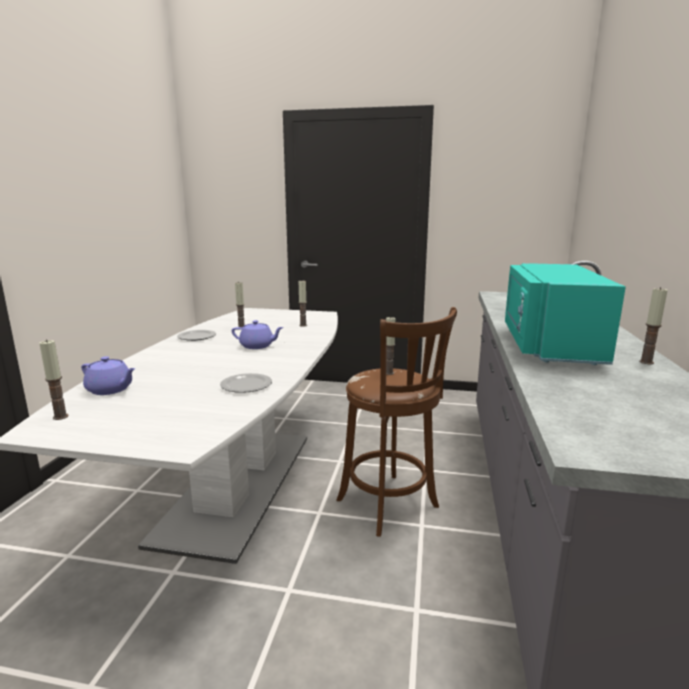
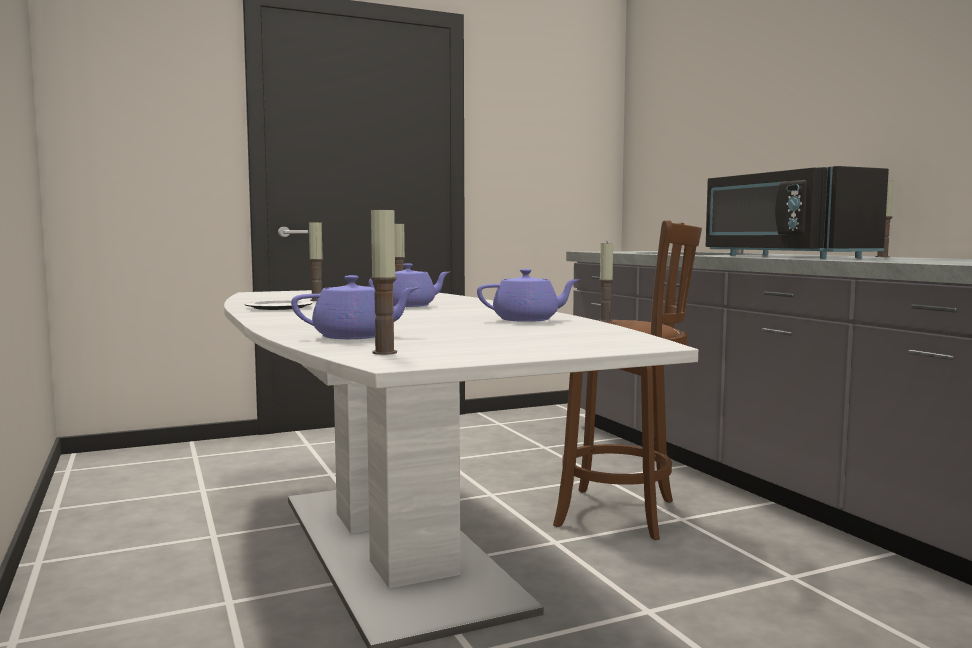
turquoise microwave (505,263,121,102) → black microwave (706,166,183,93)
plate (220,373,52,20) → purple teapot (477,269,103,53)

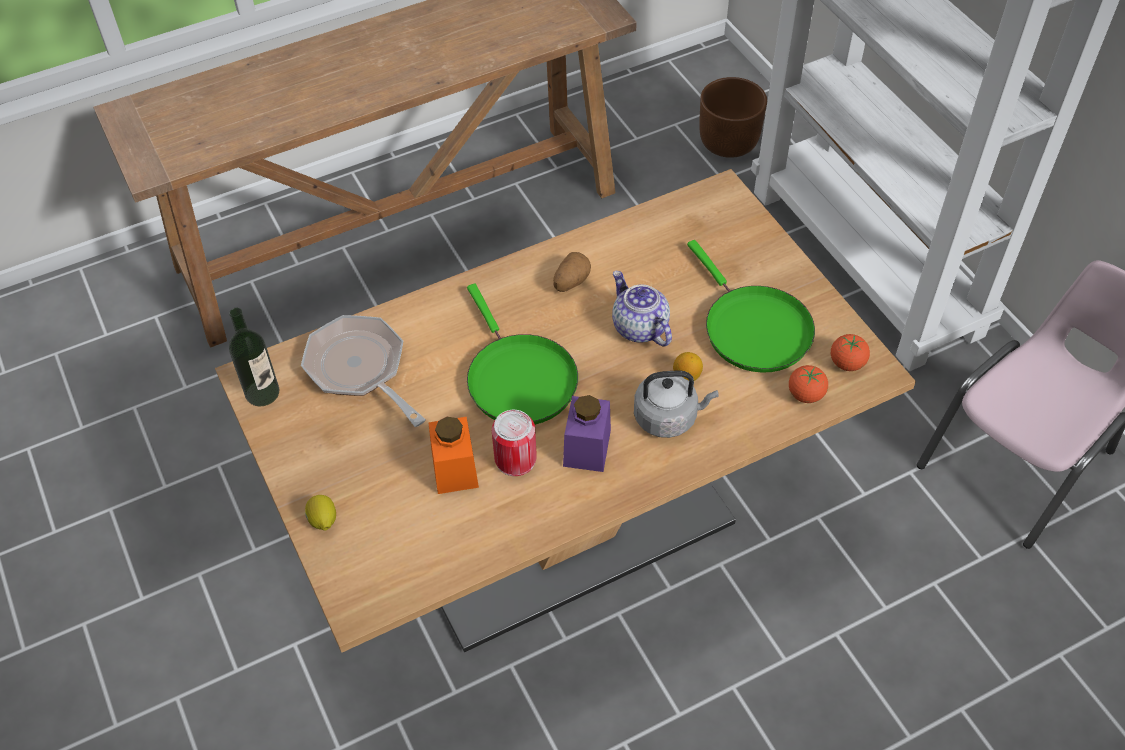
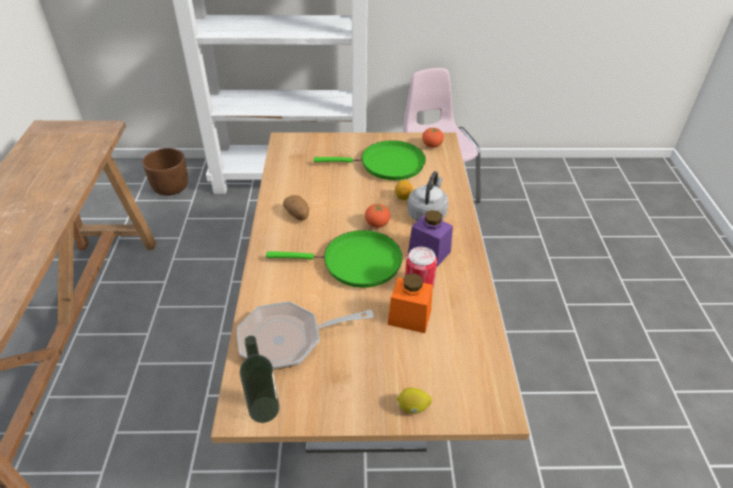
teapot (612,271,60,76) → -
tomato (789,365,39,38) → tomato (365,204,25,24), moved

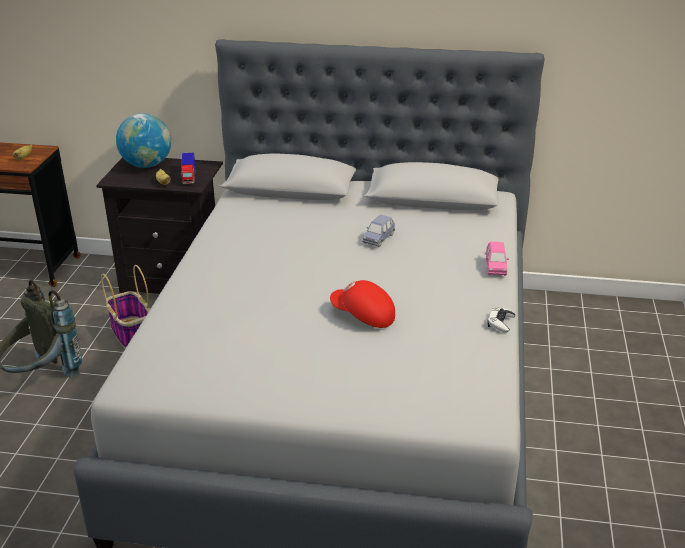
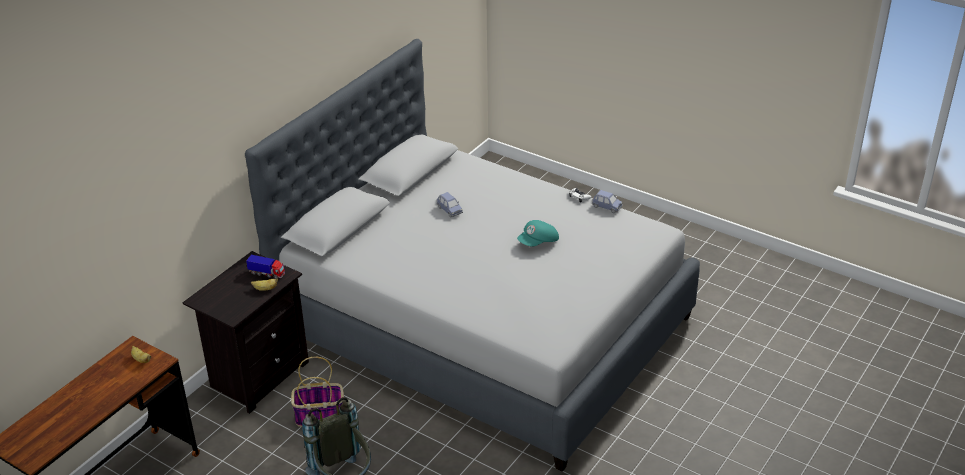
globe (116,113,55,55) → -
pink toy car (486,242,23,34) → -
red cap (330,280,65,48) → turquoise cap (517,220,42,27)
- → blue toy car (592,190,31,23)

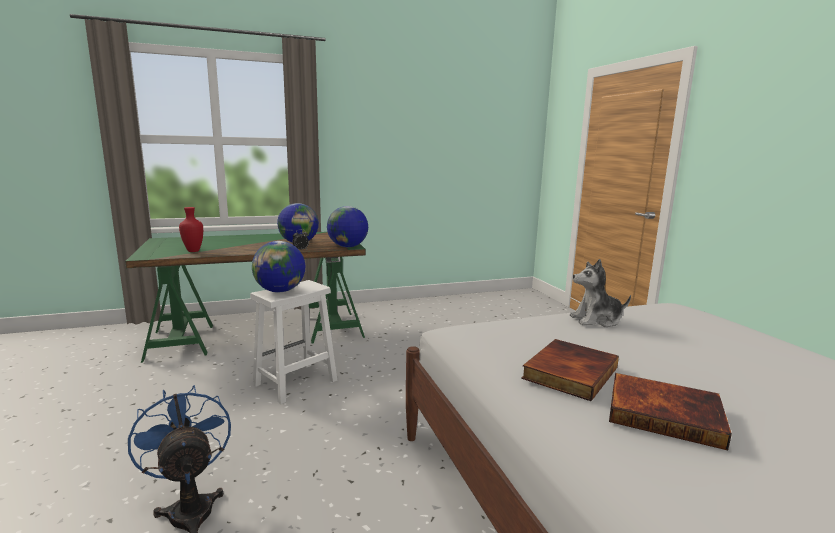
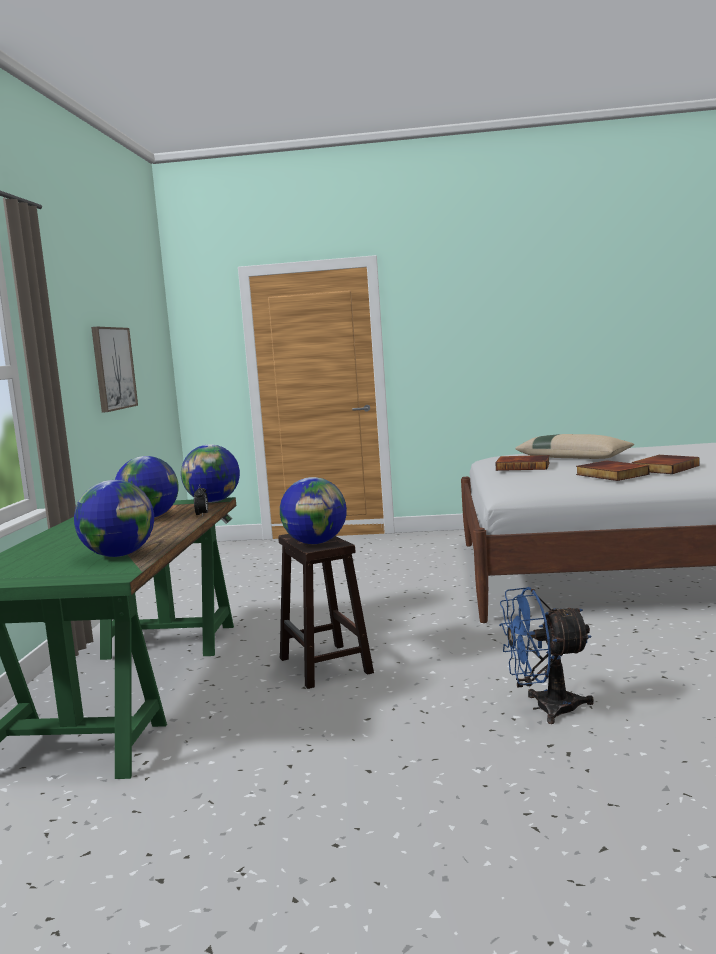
red vase (179,207,24,45) → globe (74,480,80,77)
plush toy (570,259,61,68) → book (495,455,55,16)
white stool (250,280,87,124) → brown stool (278,534,96,155)
- → picture (91,327,47,86)
- → beige pillow (515,434,119,25)

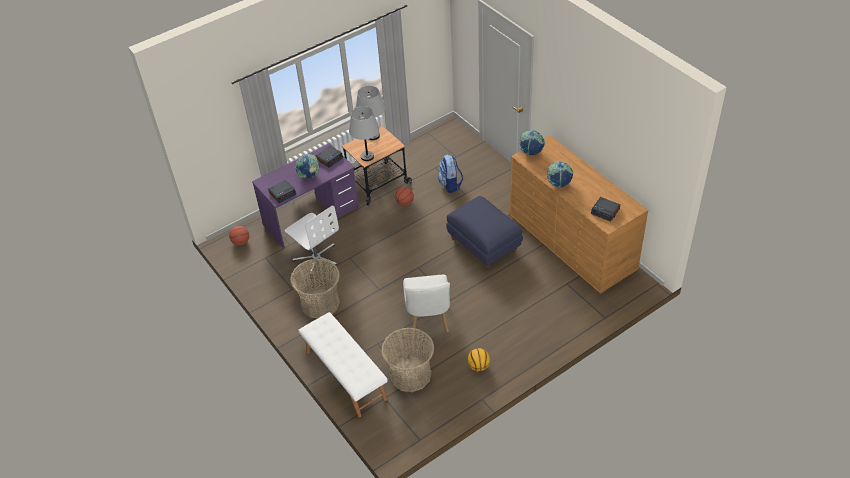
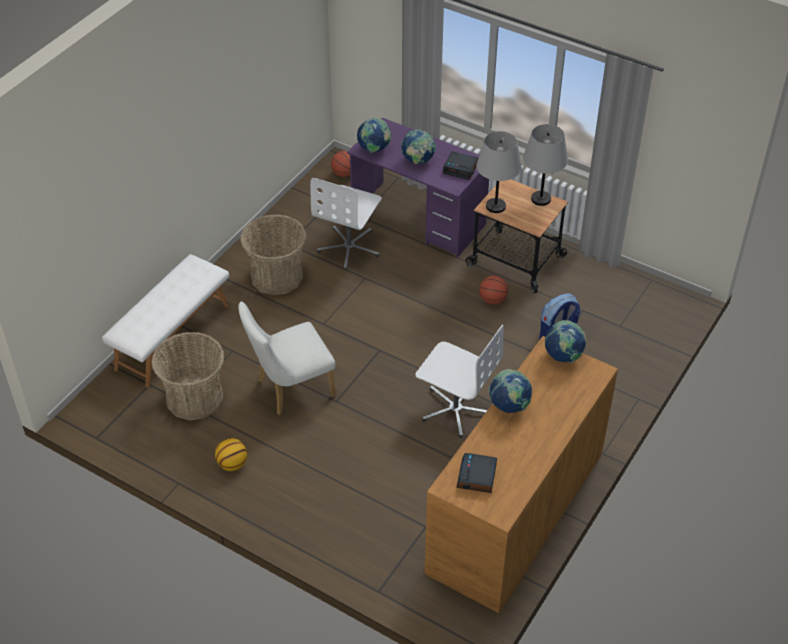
alarm clock (268,180,28,23) → globe (357,118,34,35)
blue ottoman (446,196,77,73) → white office chair (415,325,88,113)

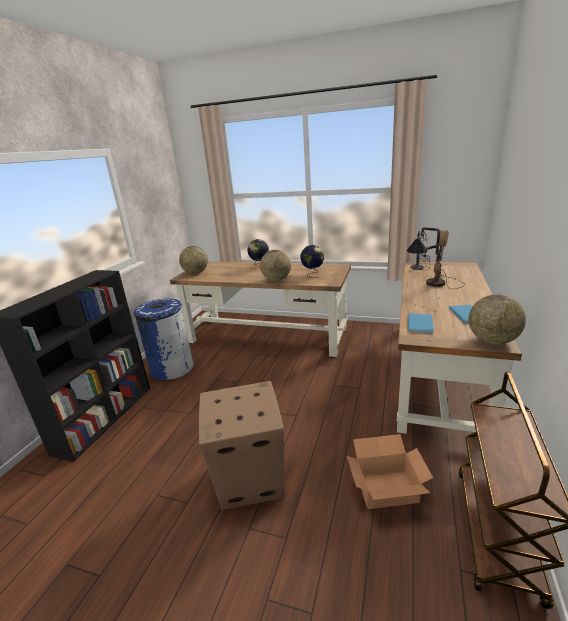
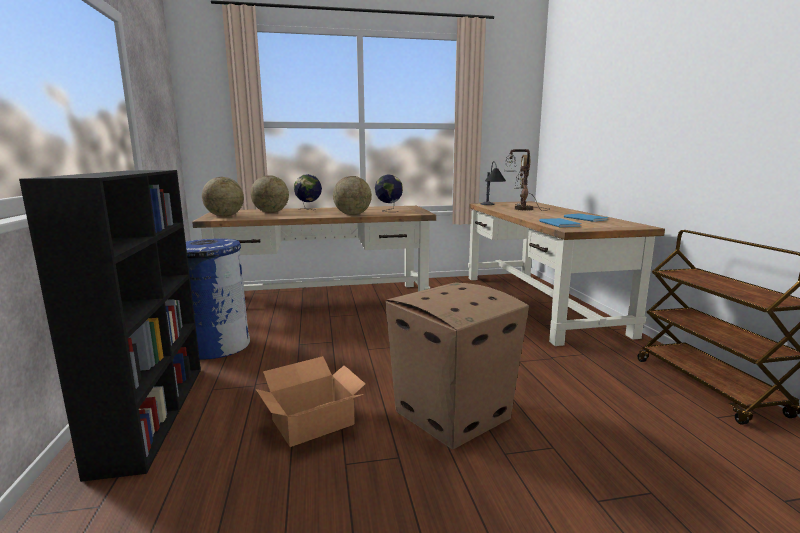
globe (469,294,57,50) → globe (250,175,39,38), moved
cardboard box (347,434,86,75) → cardboard box (256,356,109,91), moved

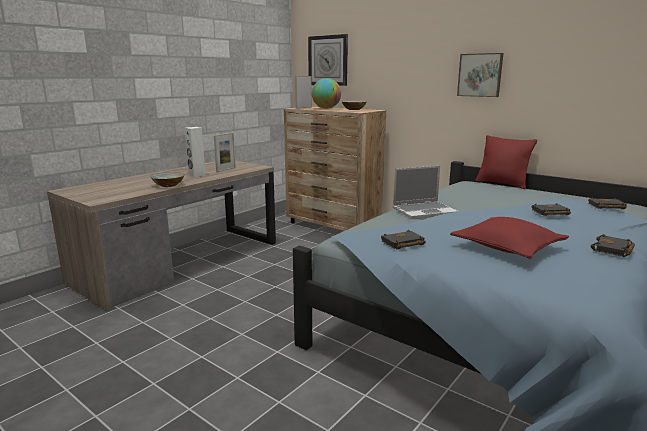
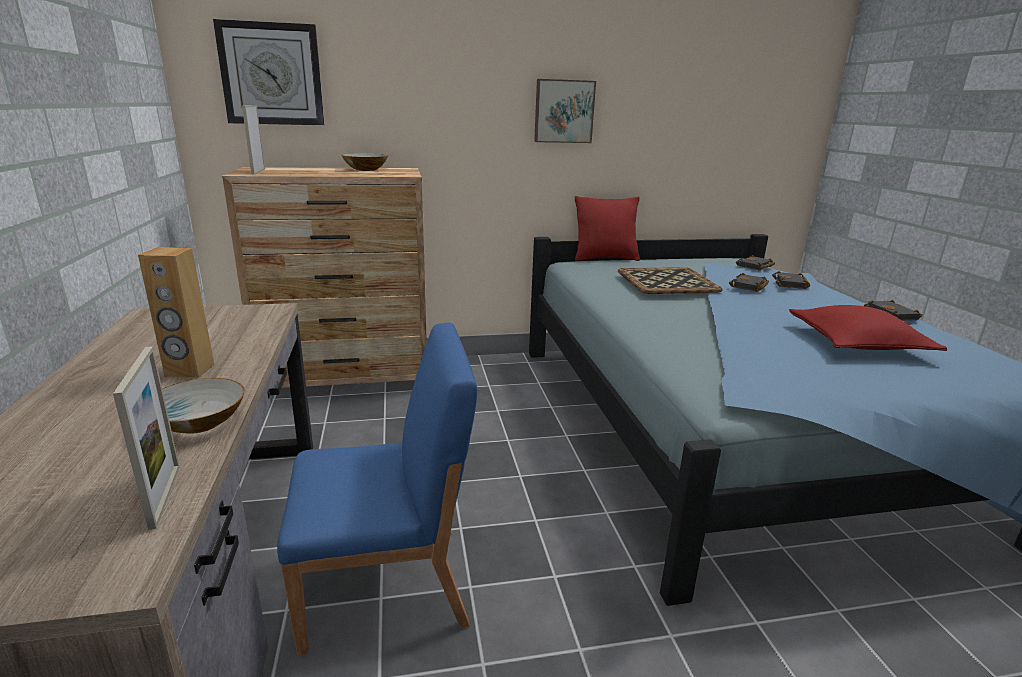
globe (312,78,29,31) → -
white speaker (185,127,21,50) → brown speaker (138,247,76,131)
picture frame (214,133,22,39) → picture frame (113,346,67,184), moved
laptop (393,166,65,53) → -
black book (381,230,45,20) → black book (772,271,38,18), moved
- → tray (618,267,105,27)
- → blue chair (277,322,200,333)

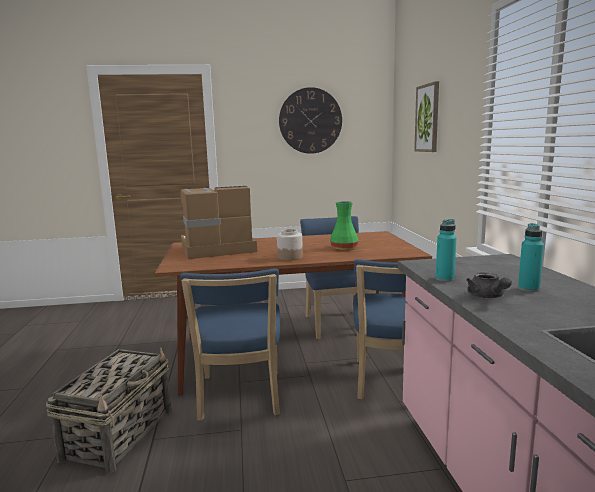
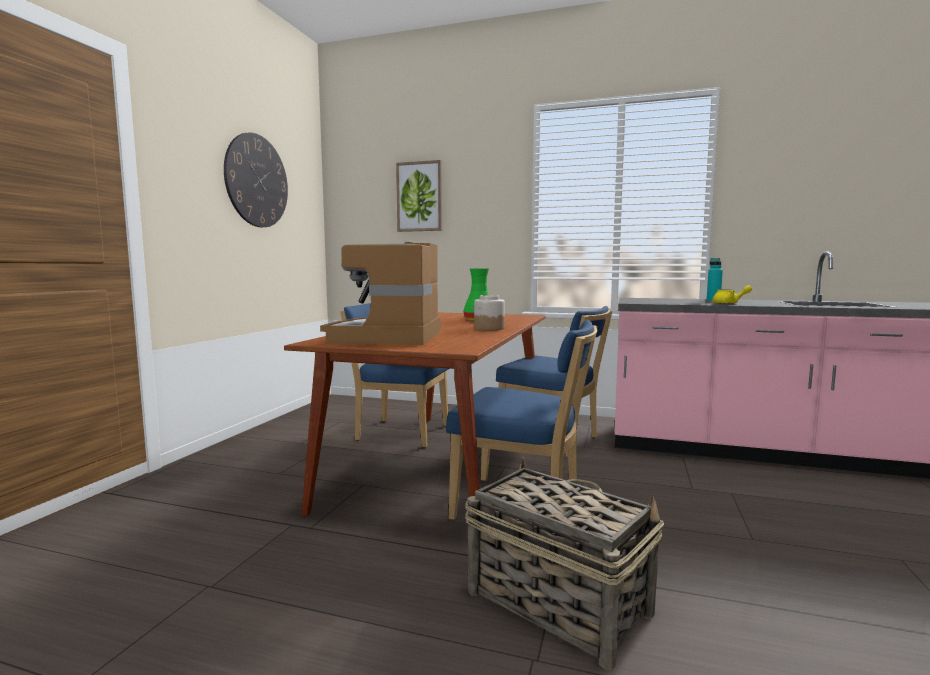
turquoise bottle (436,219,20,63) → -
grey teapot (466,272,46,26) → yellow teapot (713,285,39,19)

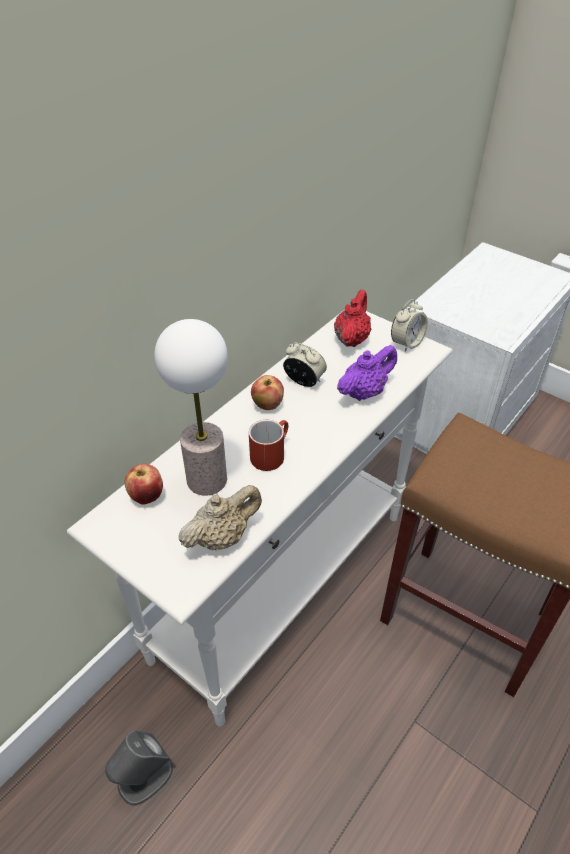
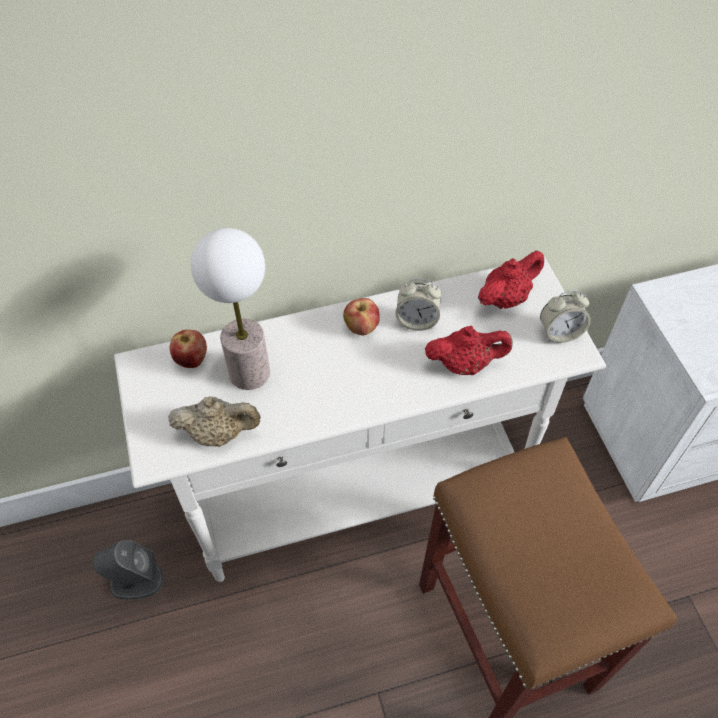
alarm clock (283,342,44,45) → alarm clock (395,279,47,52), 120 degrees clockwise
purple teapot (337,345,60,56) → red teapot (425,326,88,49)
red mug (249,420,39,51) → -

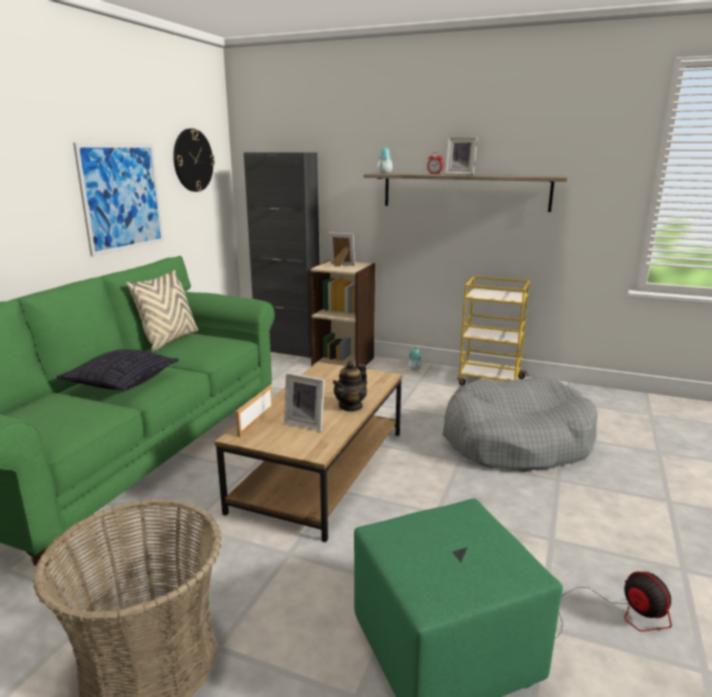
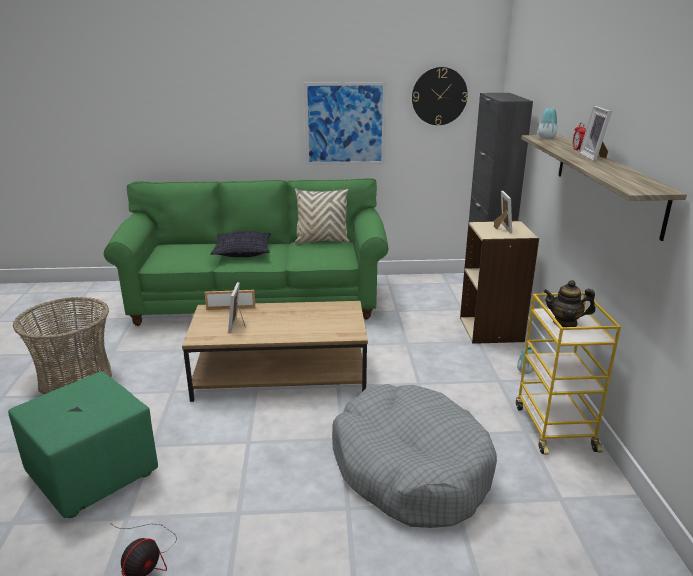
teapot (333,361,34,51) → teapot (543,280,53,47), moved

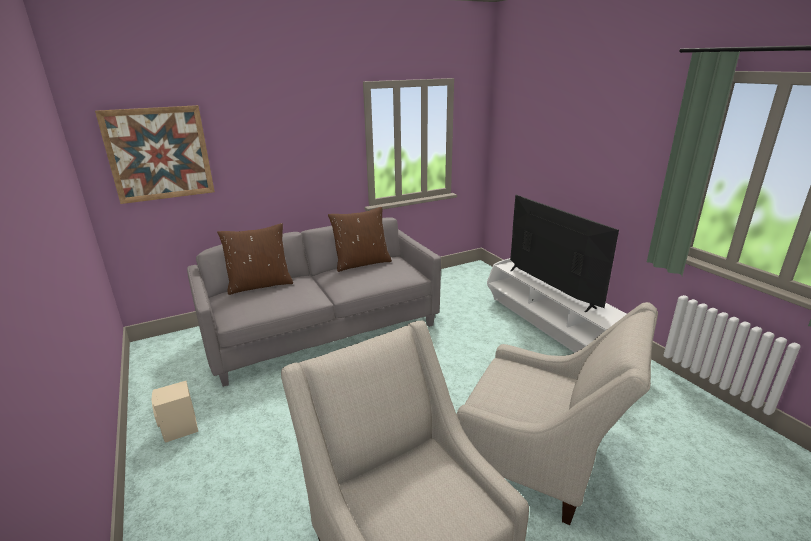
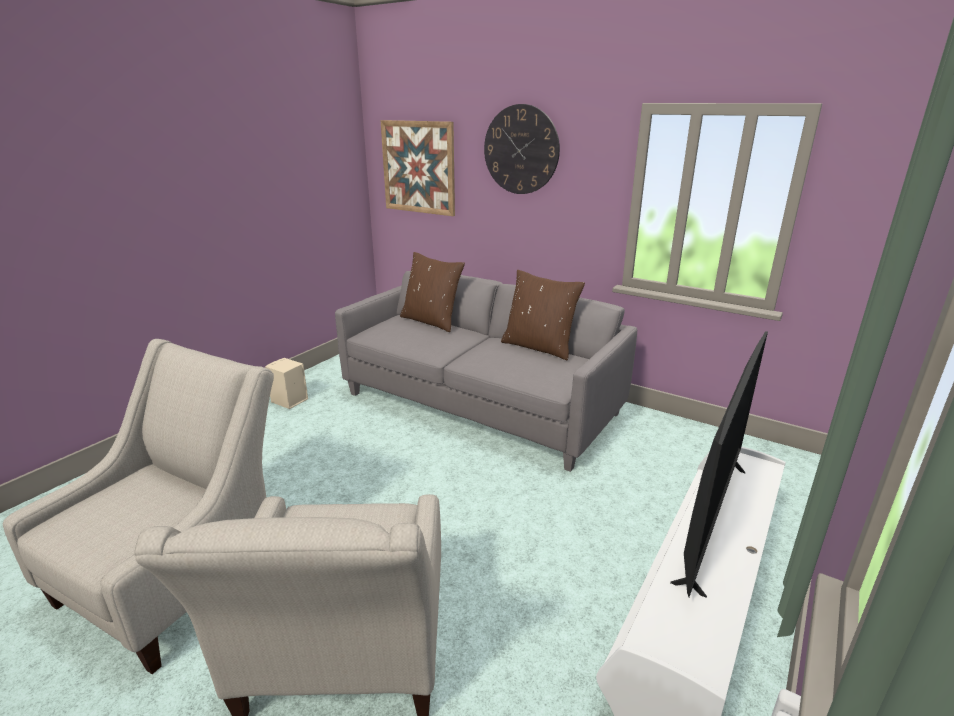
- → wall clock (484,104,76,90)

